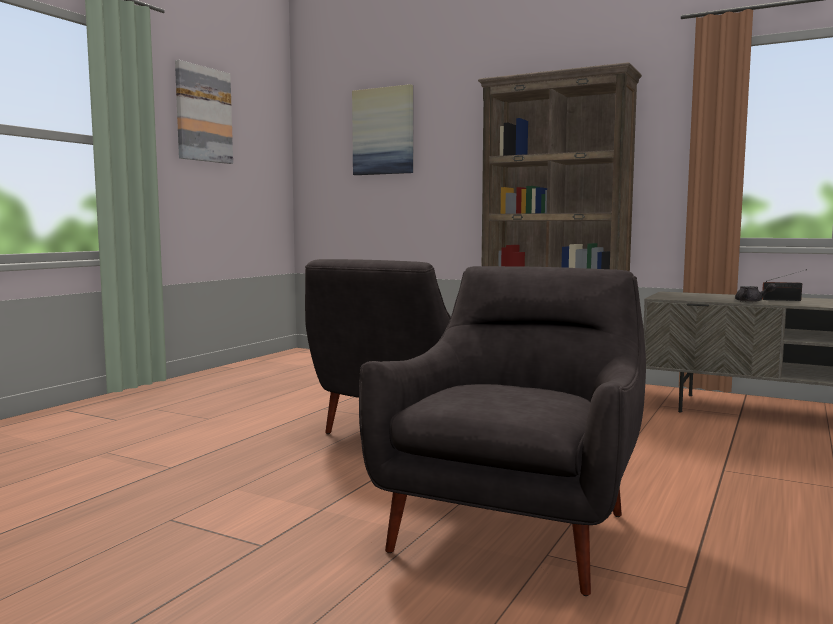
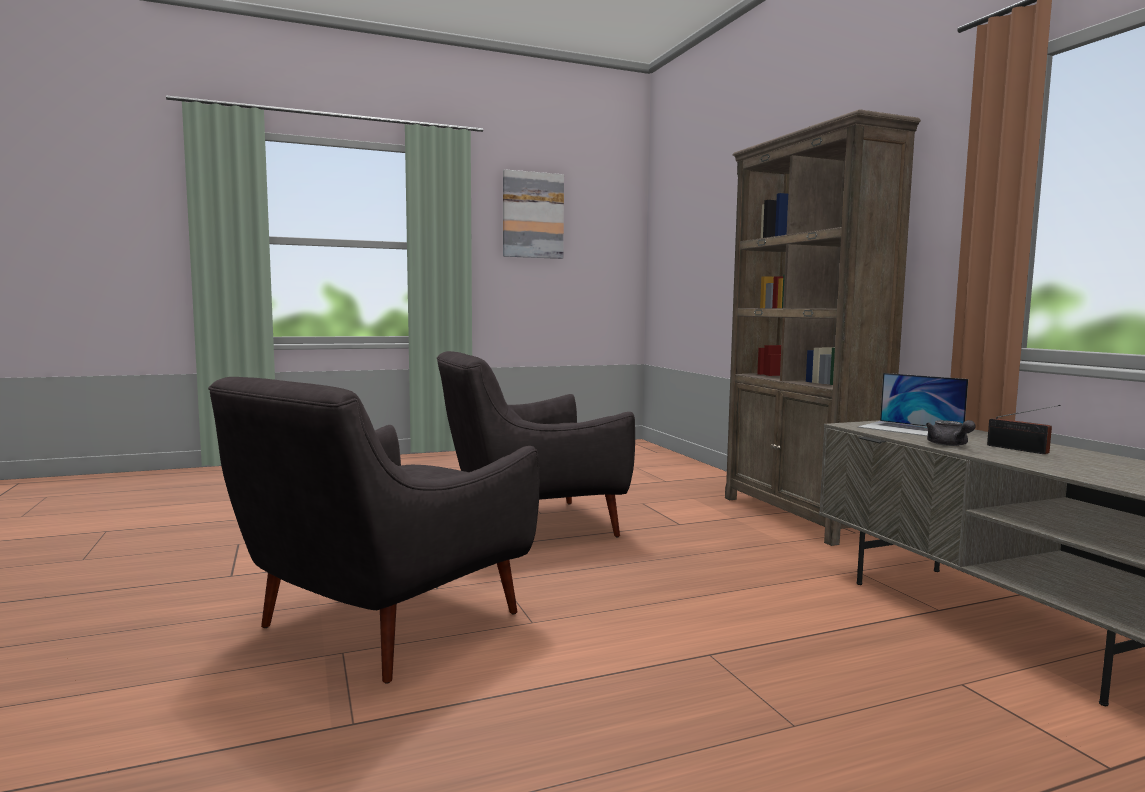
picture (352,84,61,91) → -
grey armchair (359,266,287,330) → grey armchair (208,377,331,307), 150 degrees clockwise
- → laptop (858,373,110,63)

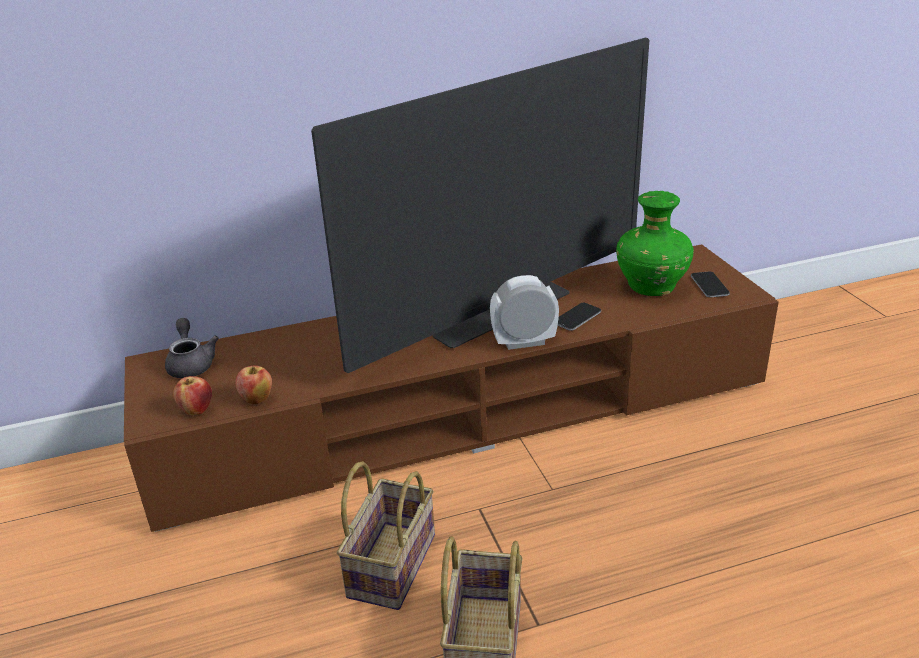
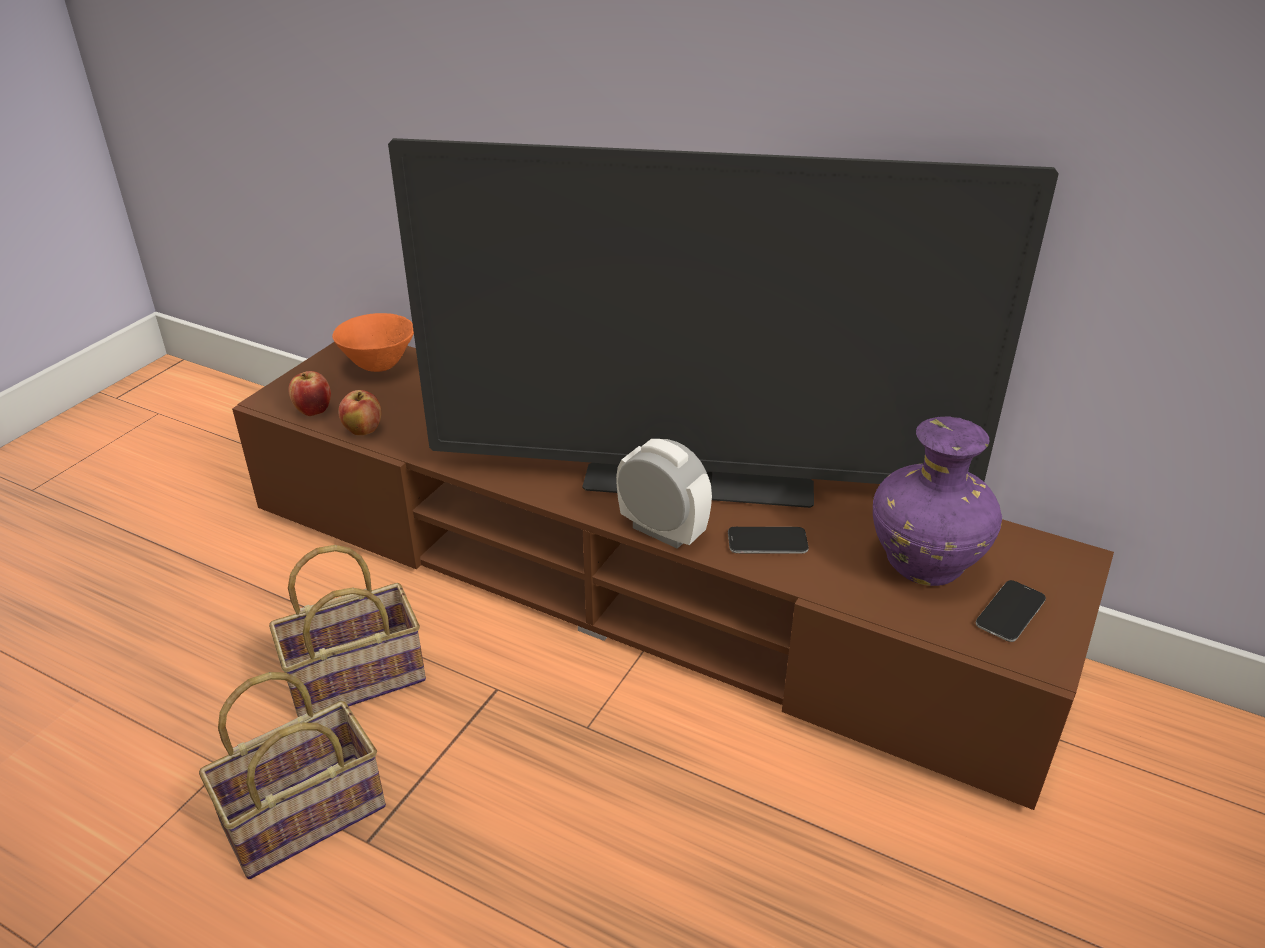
green vase (616,191,78,105) → purple vase (873,416,129,170)
grey teapot (165,318,54,60) → orange bowl (332,313,82,59)

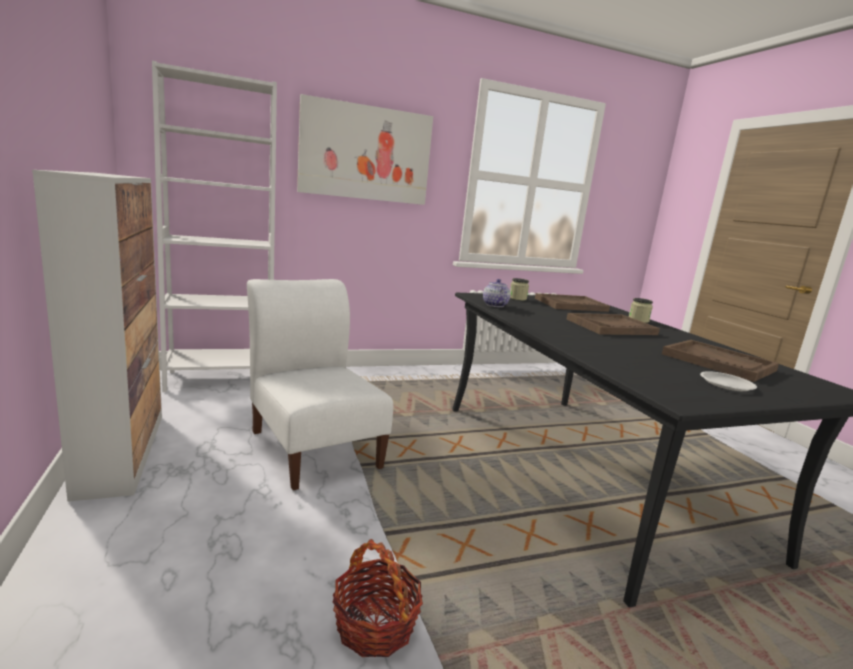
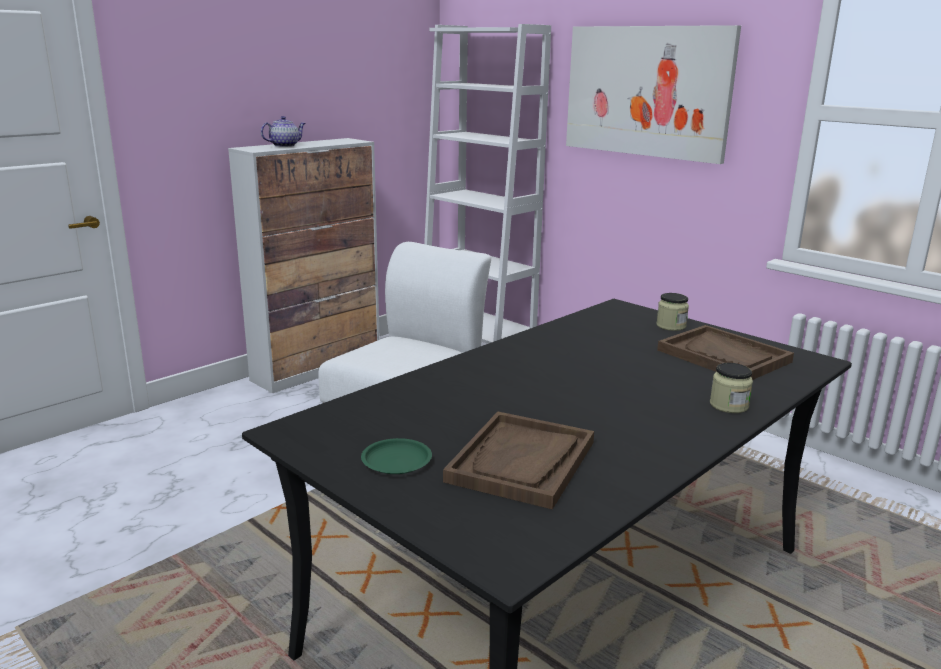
teapot (483,279,27,28) → teapot (261,116,44,31), moved
brown tray (566,313,94,22) → -
white plate (700,371,57,20) → green plate (361,438,71,36)
basket (333,539,90,118) → -

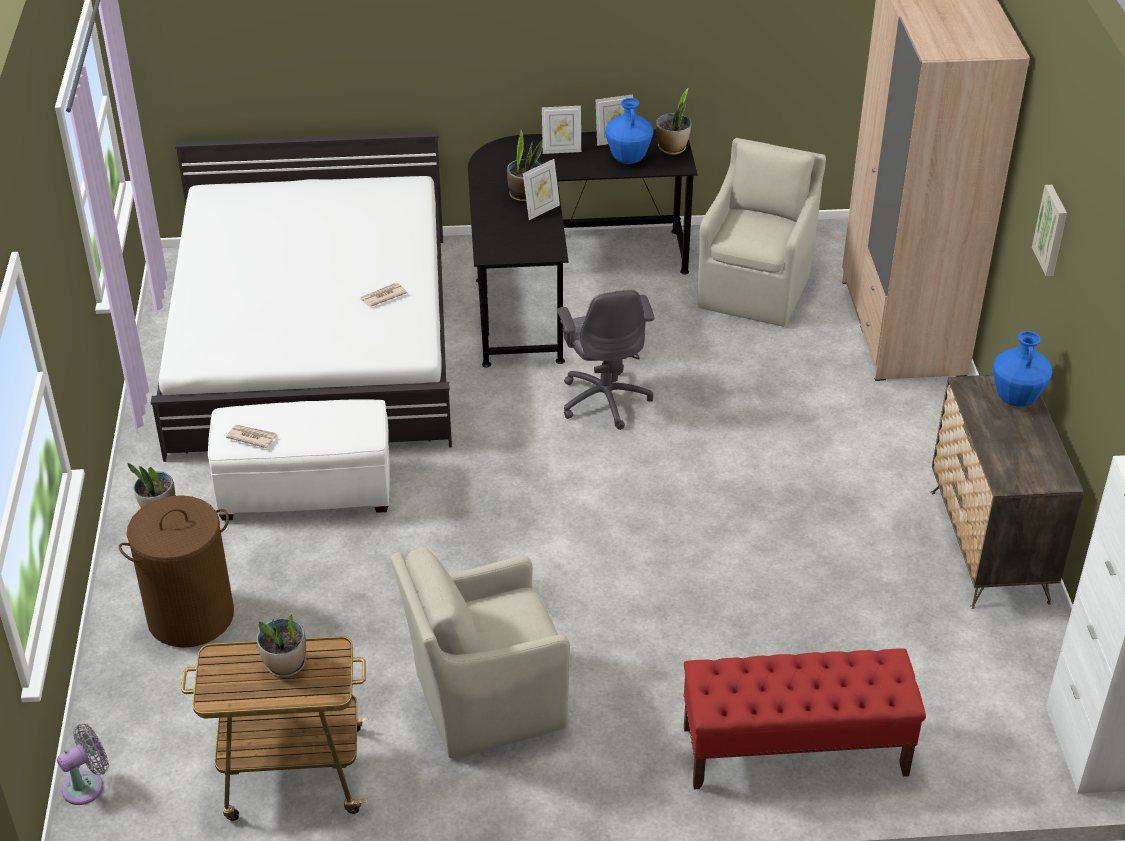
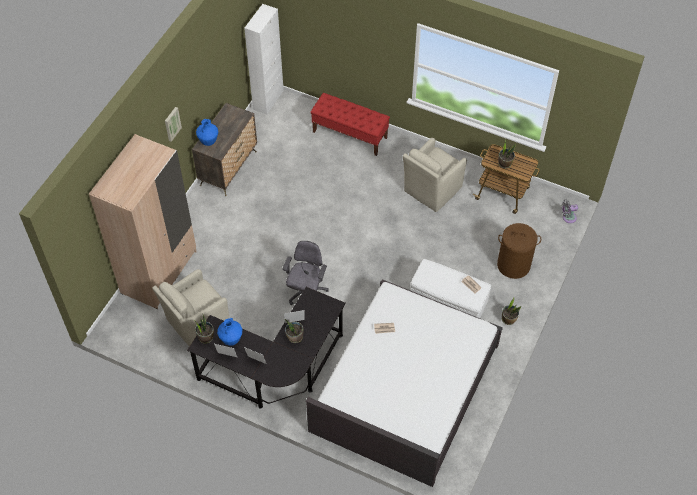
beige armchair (391,548,179,211) → beige armchair (403,138,64,74), 120 degrees clockwise

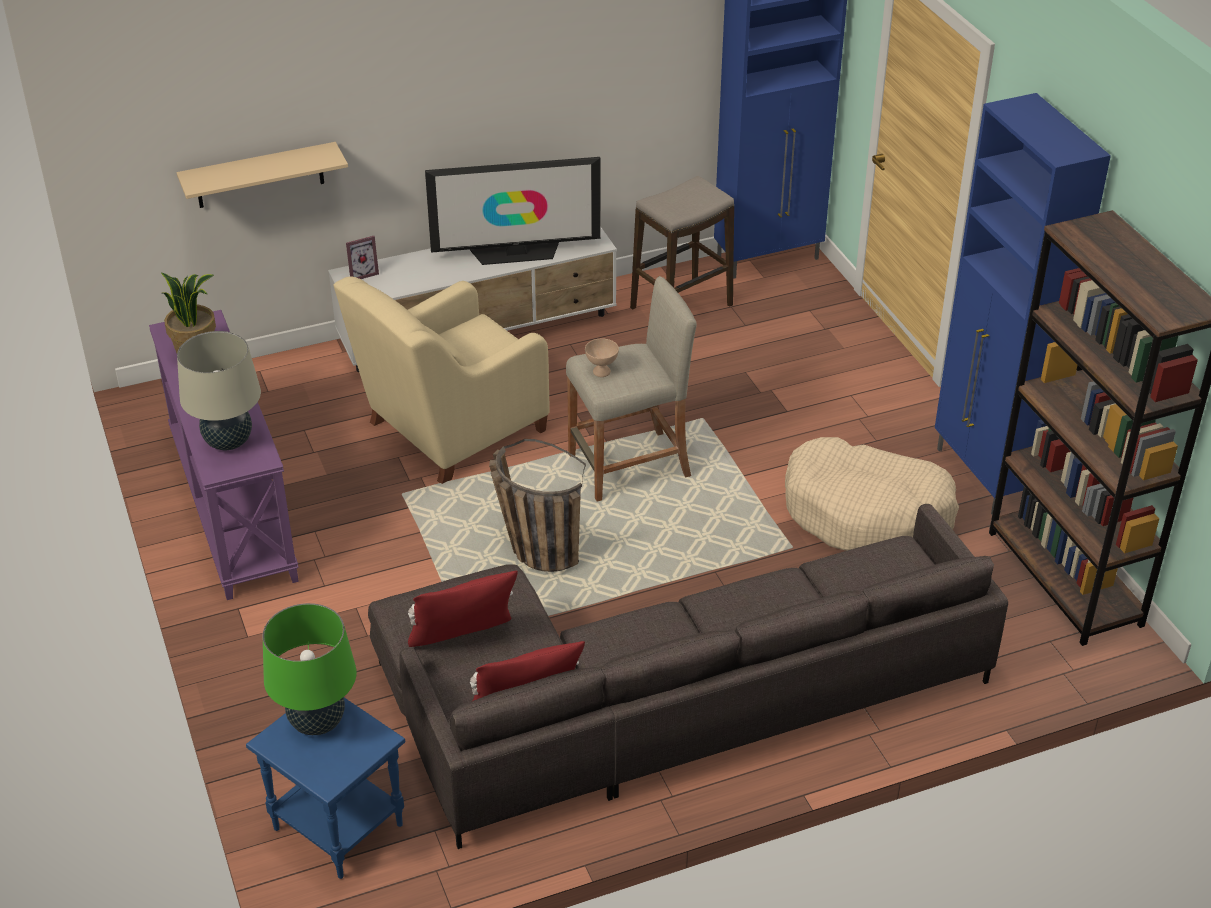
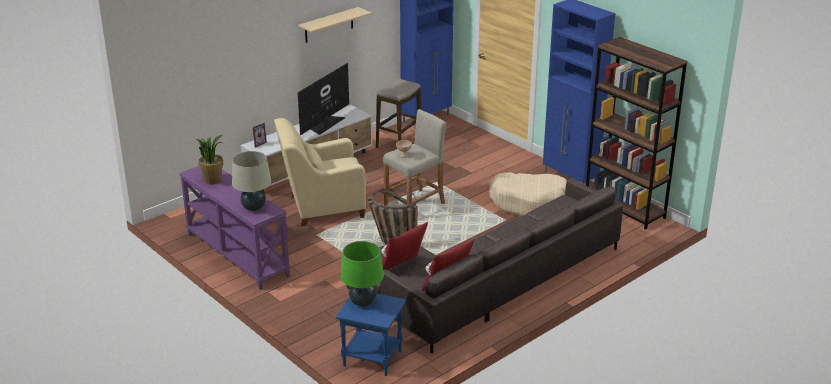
beige shelf (177,142,171,66) → beige shelf (298,7,74,36), moved
television (425,157,176,108) → television (298,63,51,72), 150 degrees clockwise
beige armchair (333,276,217,208) → beige armchair (274,118,92,109), 45 degrees clockwise

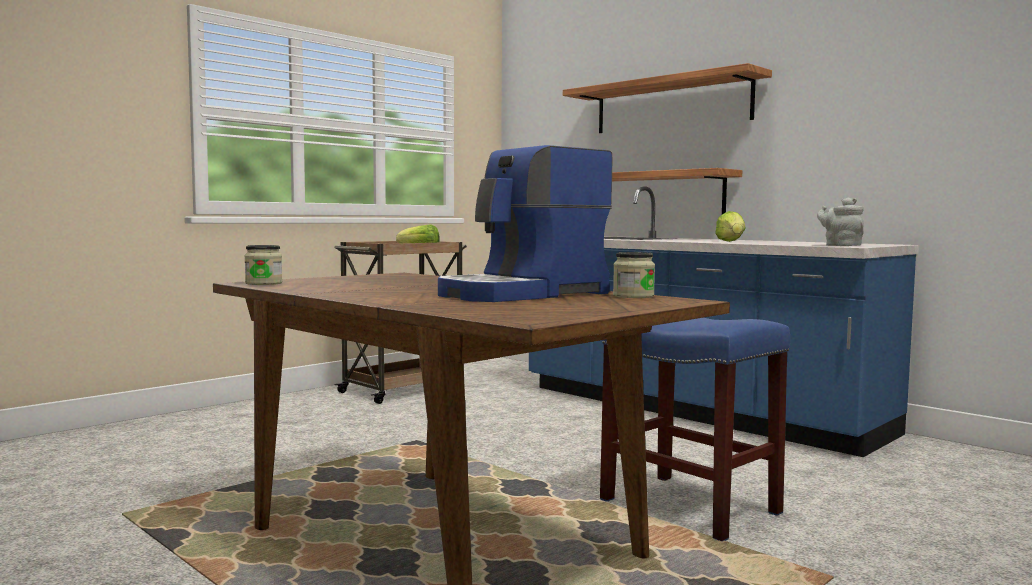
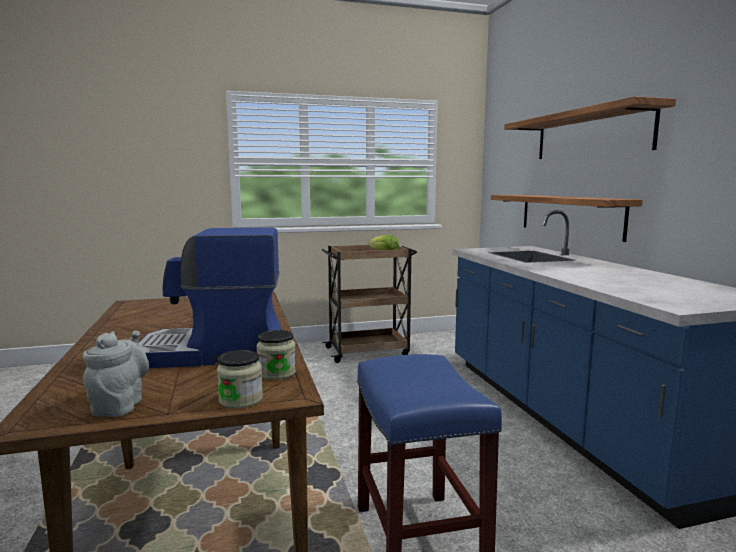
grey teapot (817,197,47,49) → grey teapot (83,331,66,86), moved
lettuce (715,211,31,31) → -
jar (244,245,38,40) → jar (217,350,46,59), moved

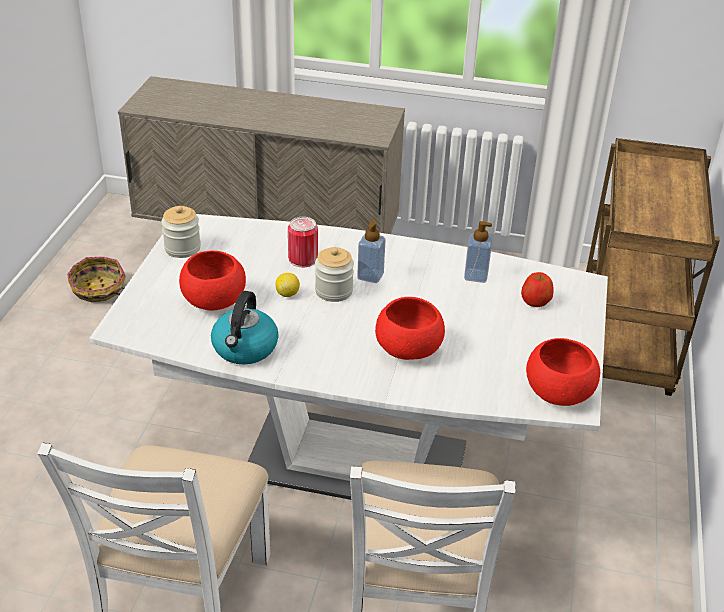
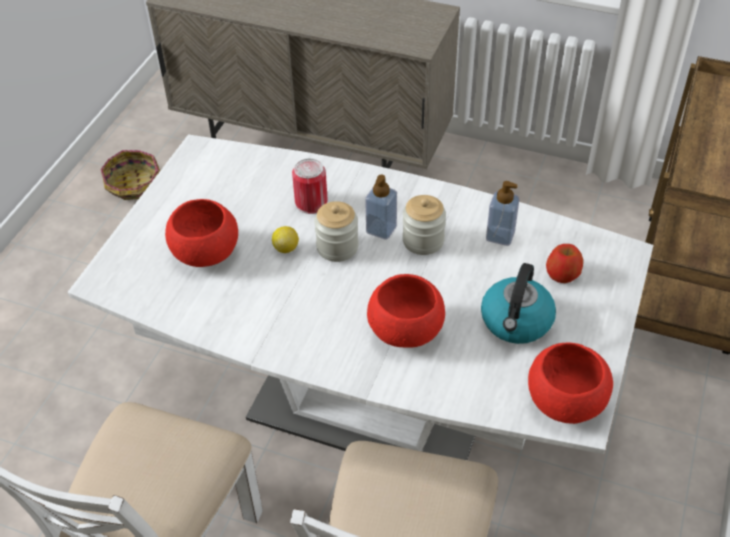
jar (161,206,40,52) → jar (402,195,44,60), moved
kettle (211,291,68,73) → kettle (481,263,75,81), moved

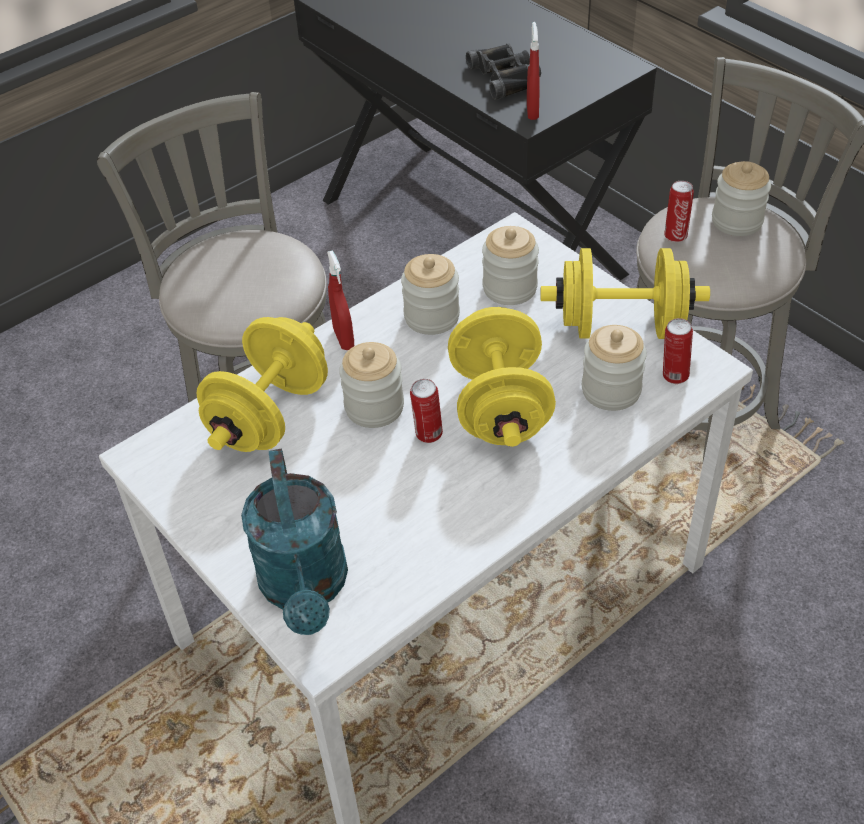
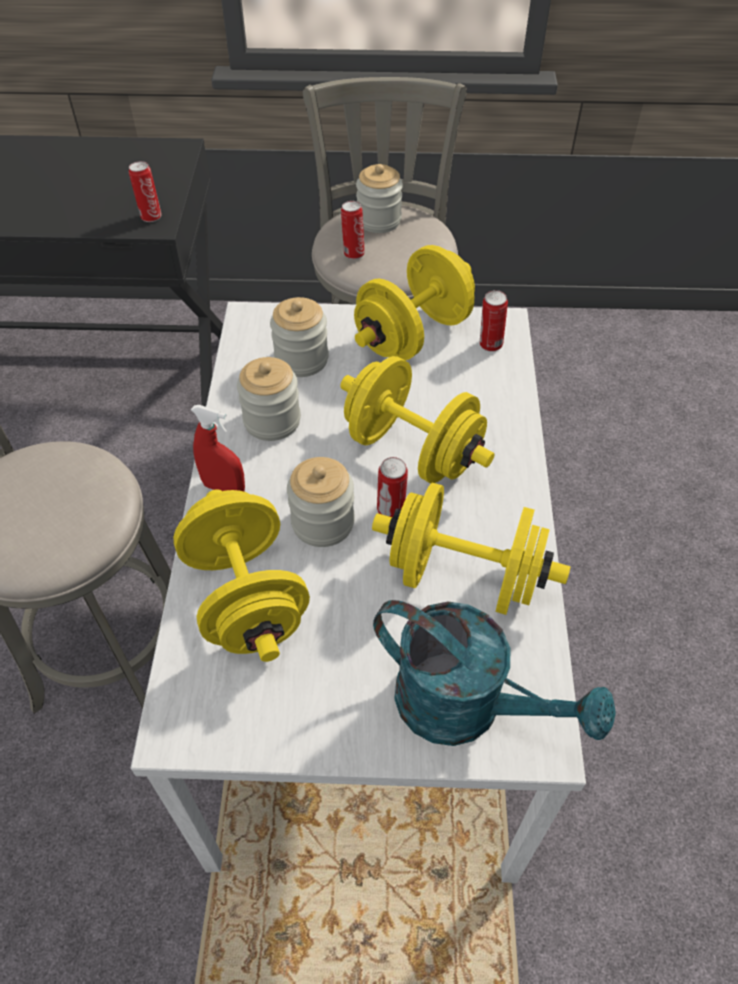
red spray bottle (527,22,13,98) → can (129,161,33,61)
black binoculars (466,43,75,57) → -
jar (582,325,65,86) → -
- → yellow dumbbell (372,483,198,132)

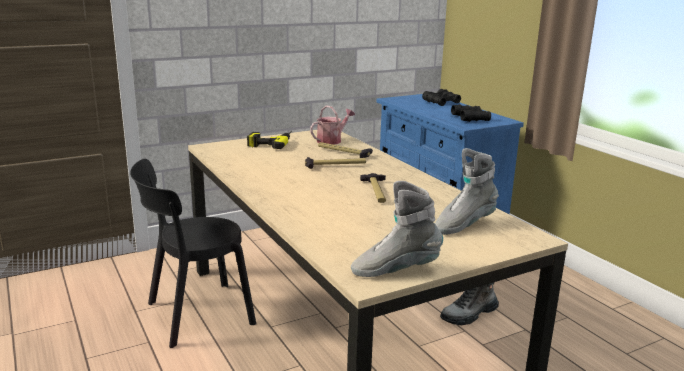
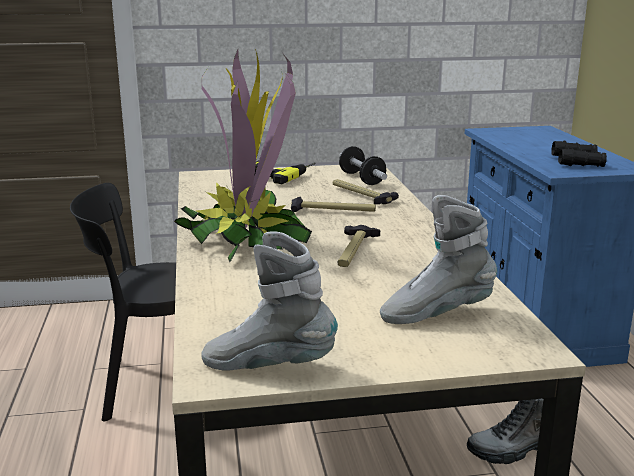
black binoculars (422,89,39,17) → -
watering can (310,105,45,40) → dumbbell (339,146,48,39)
- → potted plant (174,49,138,213)

